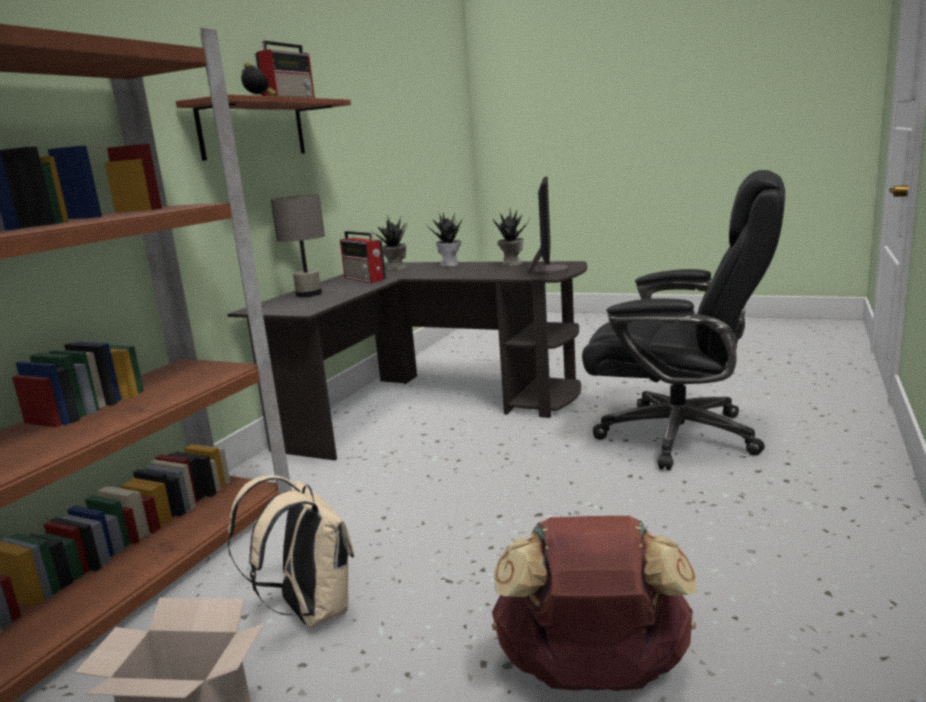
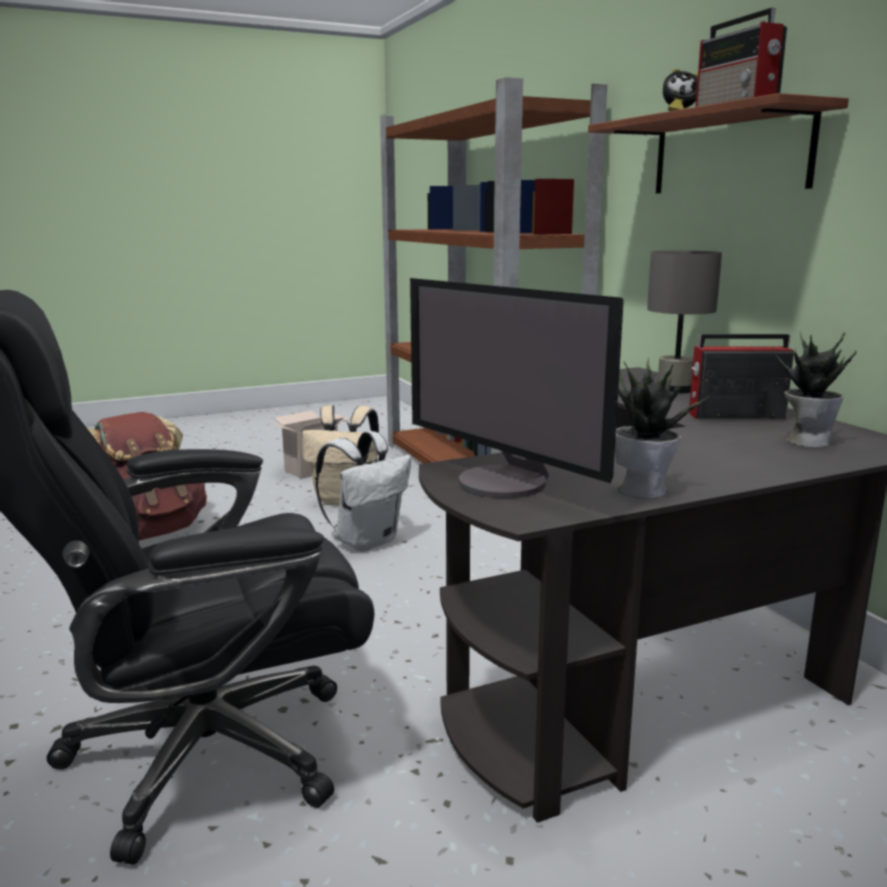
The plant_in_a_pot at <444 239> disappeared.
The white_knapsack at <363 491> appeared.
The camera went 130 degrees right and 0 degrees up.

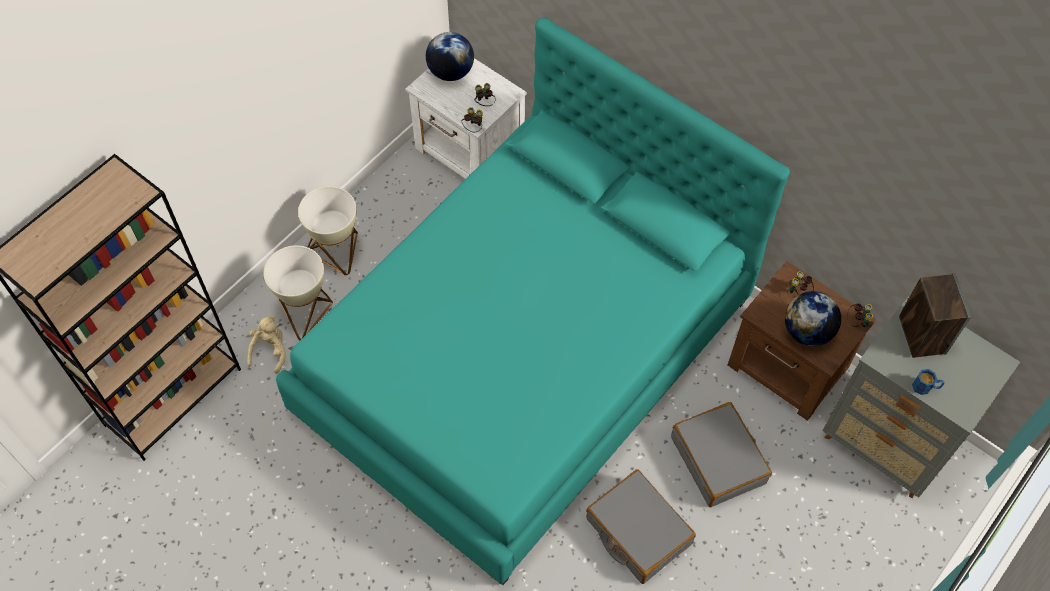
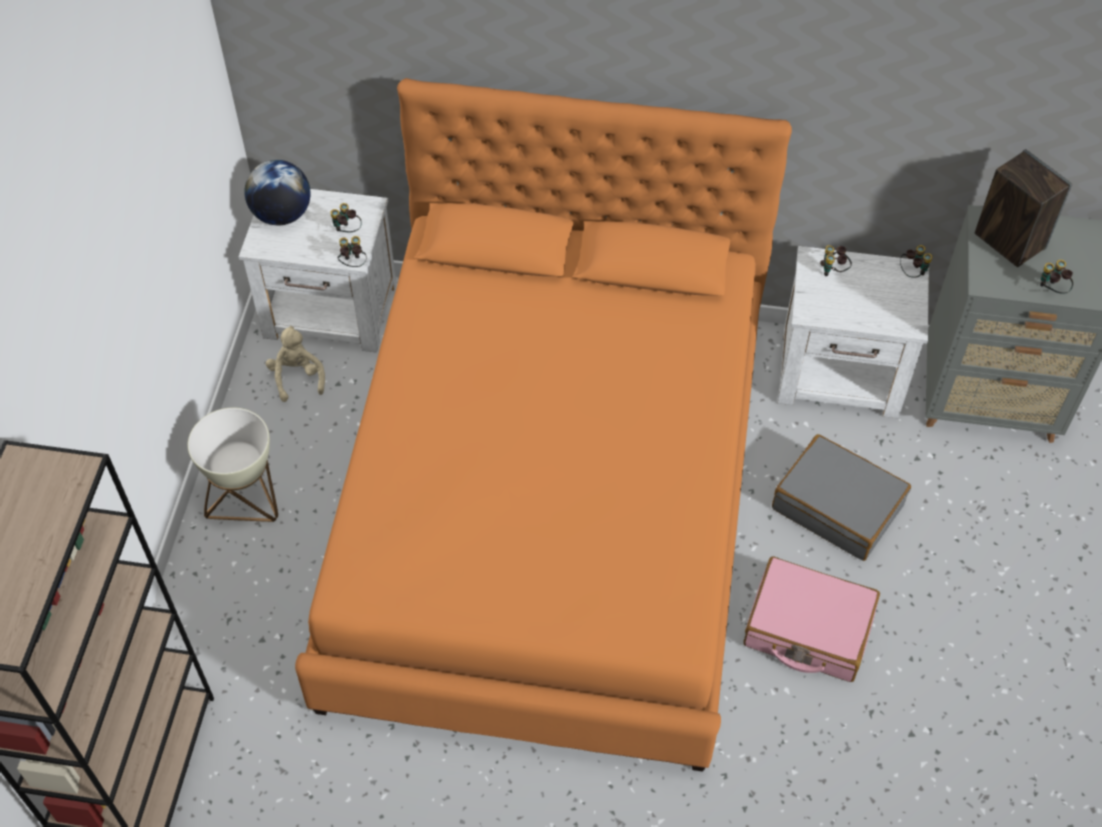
The blue-green_bed at <533 301> became the orange_bed at <543 425>.
The planter at <298 292> disappeared.
The brown_nightstand at <802 341> became the white_nightstand at <853 332>.
The world_globe at <813 318> disappeared.
The sand-coloured_plush_toy moved from <266 345> to <295 364>.
The blue_coffee_mug at <928 382> was replaced by the field_glasses at <1056 277>.
The gray_suitcase at <641 526> became the pinkish_suitcase at <811 619>.
The camera went 30 degrees left and 5 degrees down.

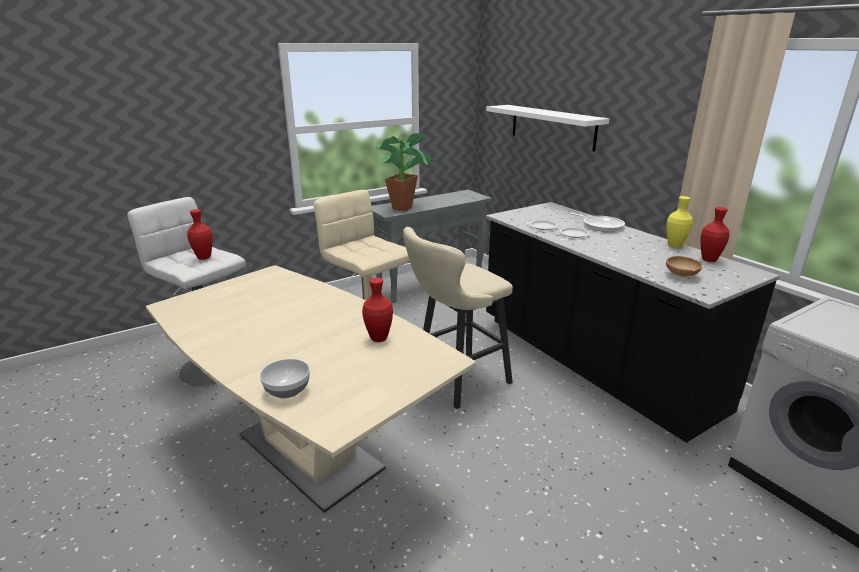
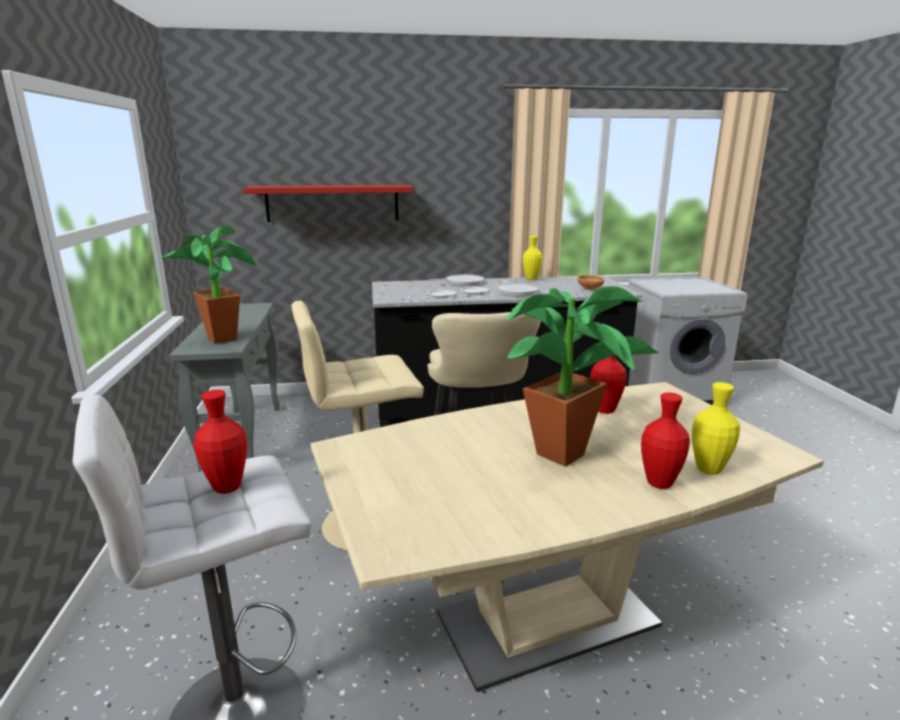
The white_bracket_shelf at <547 128> became the red_bracket_shelf at <328 203>.
The red_vase moved from <715 234> to <665 440>.
The serving_bowl at <285 379> was replaced by the yellow-coloured_vase at <716 428>.
The frying_pan at <518 287> appeared.
The plant_in_a_pot at <582 376> appeared.
The camera went 65 degrees left and 5 degrees down.

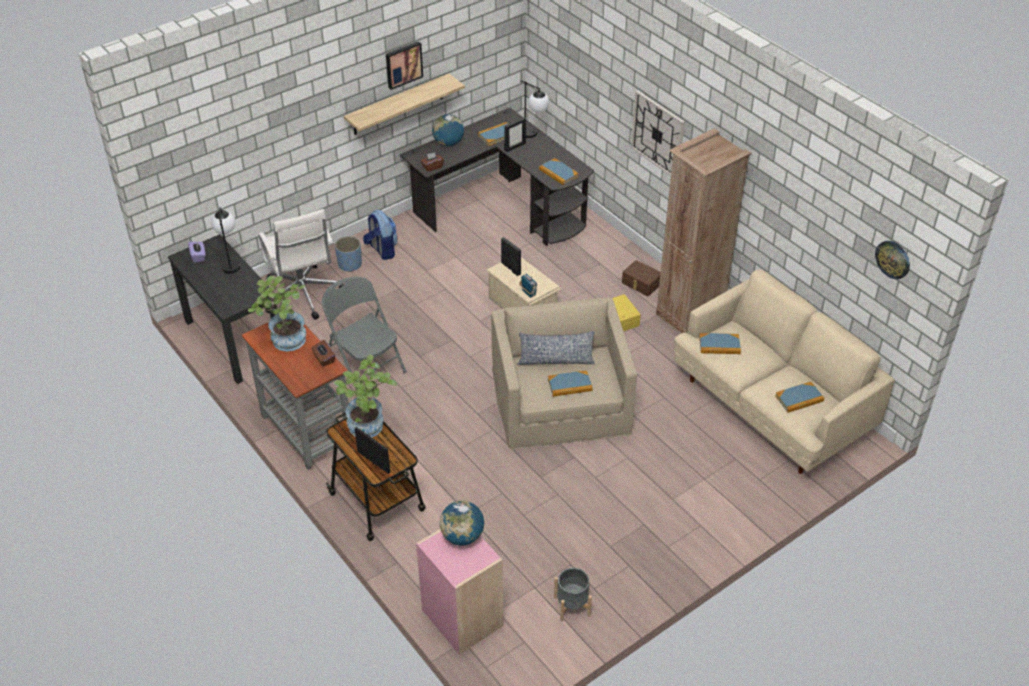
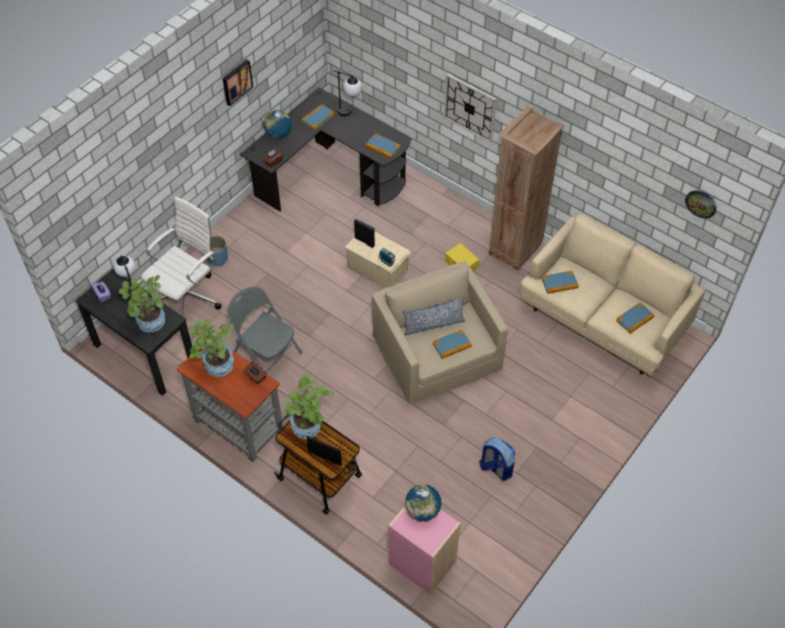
The bracket_shelf at <404 104> disappeared.
The standing_frame at <515 134> disappeared.
The white_desk_chair at <302 264> turned 105 degrees counterclockwise.
The knapsack moved from <380 235> to <497 459>.
The brown_storage_container at <641 278> disappeared.
The gray_planter at <573 595> disappeared.
The plant_in_a_pot at <142 303> appeared.
The camera went 15 degrees left and 10 degrees up.

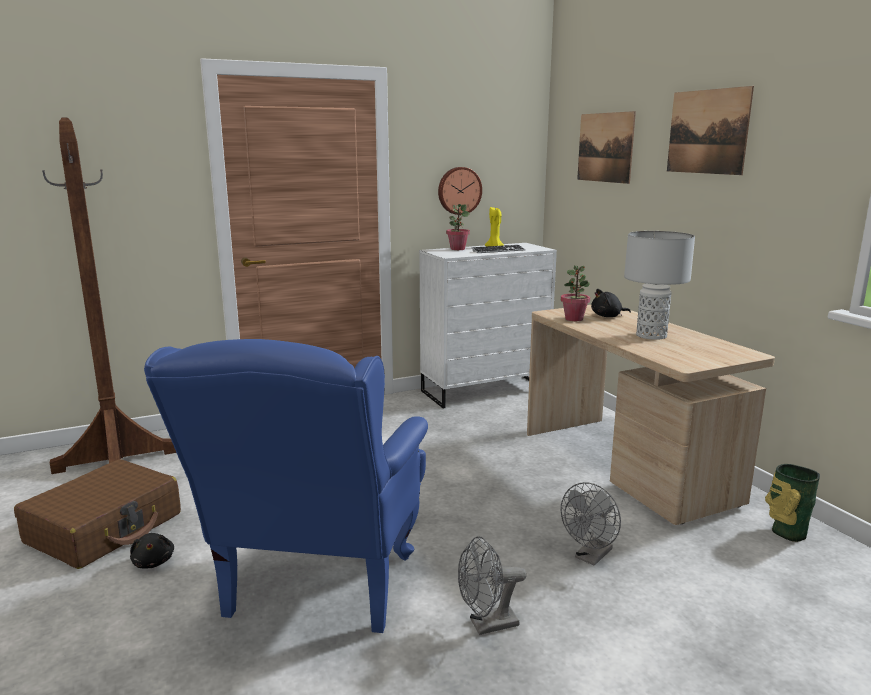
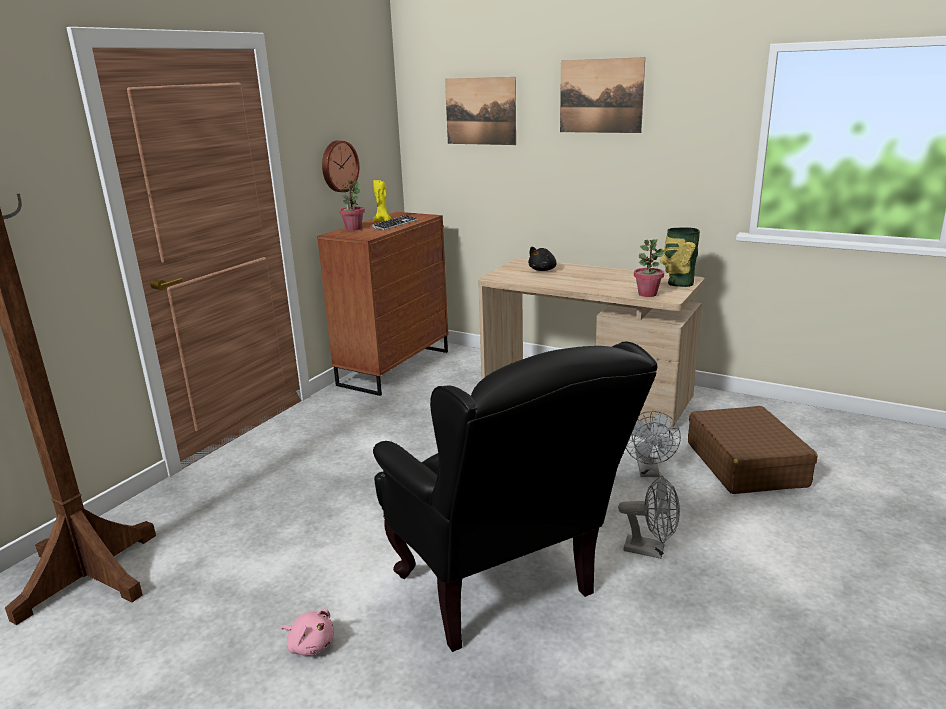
The white_table_lamp at <659 285> disappeared.
The white_dresser at <488 326> became the brown_dresser at <382 304>.
The plant_in_a_pot moved from <575 293> to <649 268>.
The blue_lounge_chair at <286 486> became the blackish_lounge_chair at <515 496>.
The brown_suitcase moved from <97 514> to <752 450>.
The vase moved from <792 503> to <680 257>.
The blackish_plush_toy at <152 550> became the pinkish_plush_toy at <308 632>.
The gray_cooling_fan at <492 585> turned 105 degrees counterclockwise.
The camera went 35 degrees left and 5 degrees up.

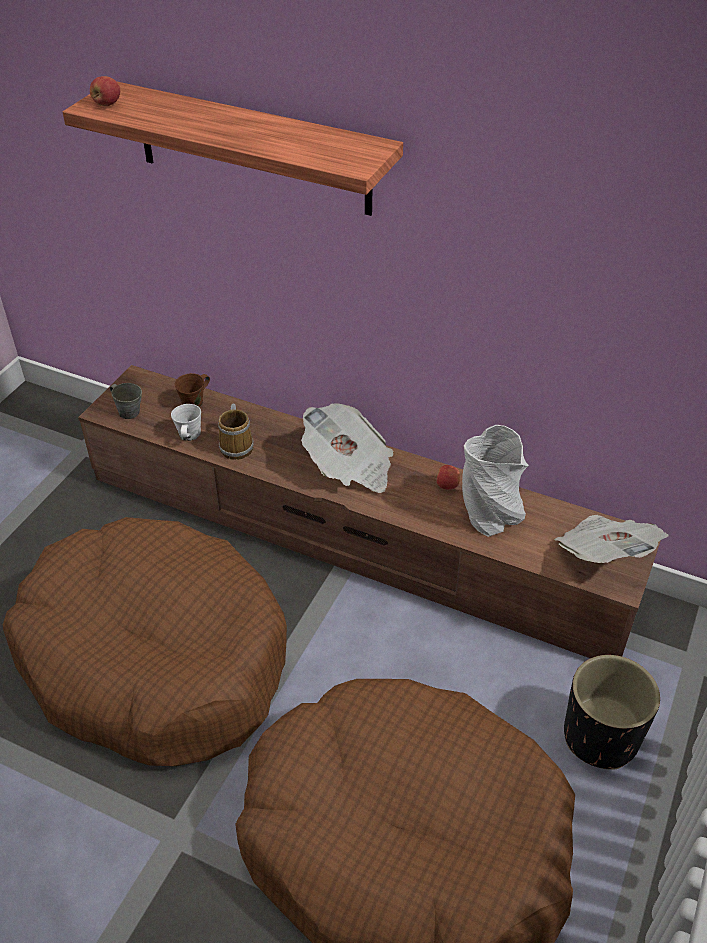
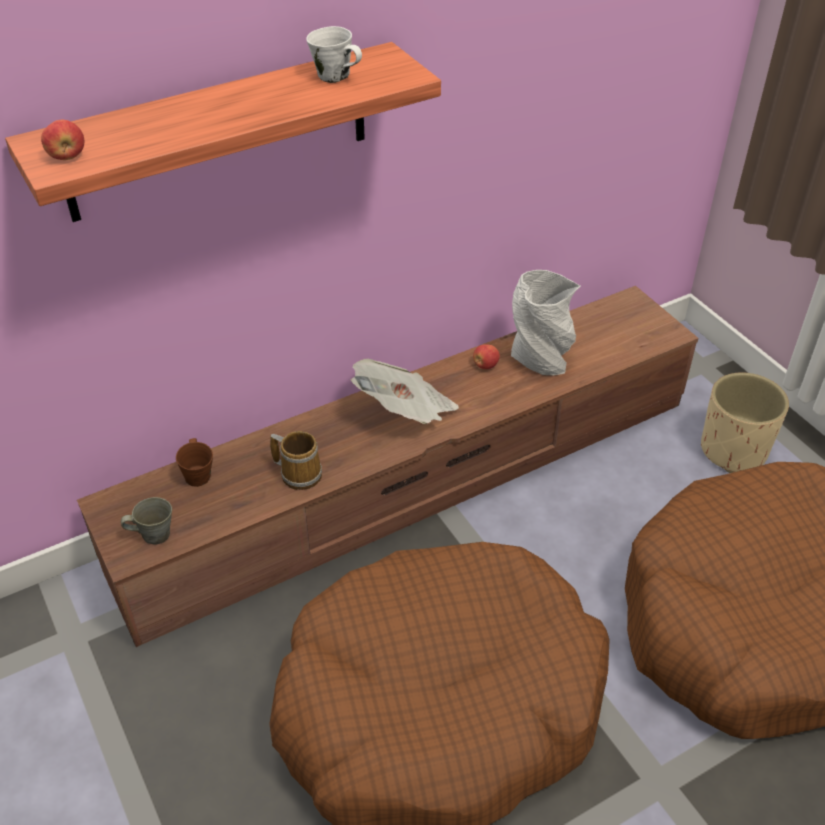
The white_coffee_mug moved from <186 422> to <334 54>.
The printed_paper at <611 539> disappeared.
The blackish_planter at <612 712> became the sand-coloured_planter at <745 422>.
The camera went 55 degrees left and 0 degrees up.

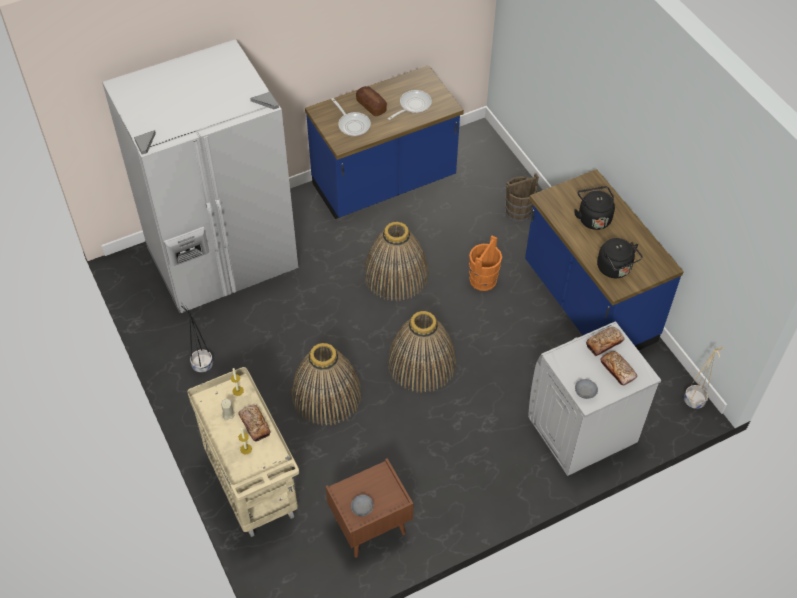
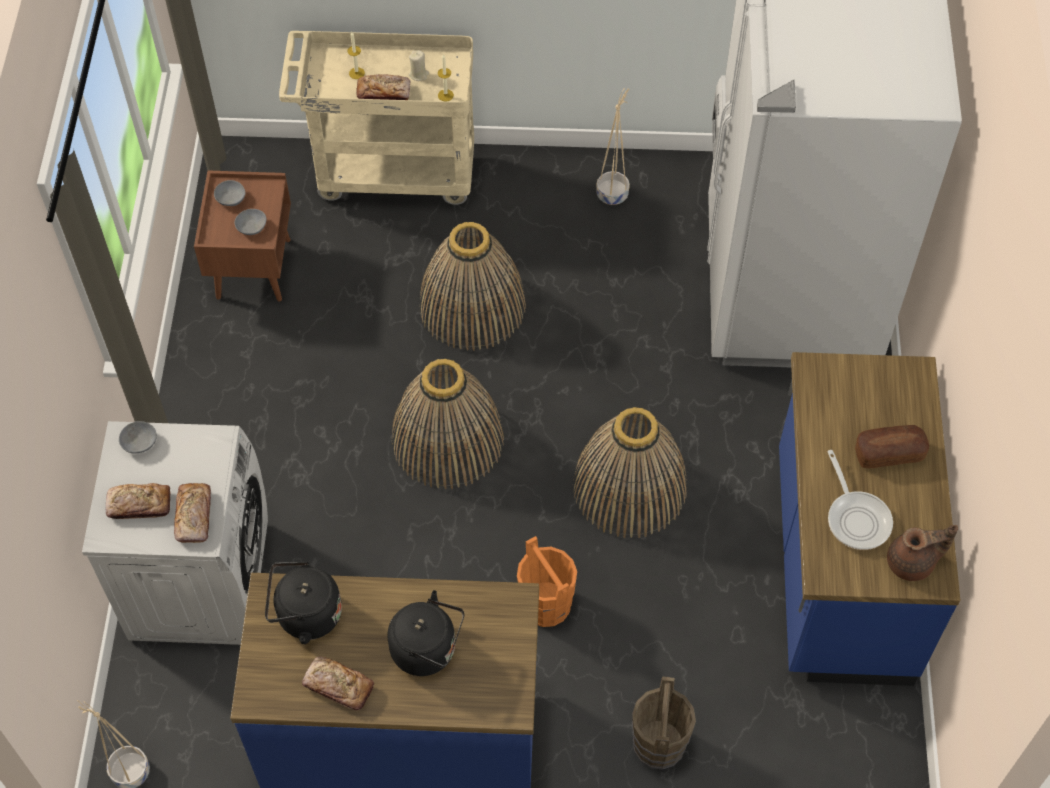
The frying_pan at <351 117> disappeared.
The blackish_planter at <197 337> became the sand-coloured_planter at <613 146>.
The gray_serving_bowl at <251 222> appeared.
The brown_tea_pot at <922 553> appeared.
The baked_bread at <338 683> appeared.
The camera went 120 degrees right and 5 degrees up.

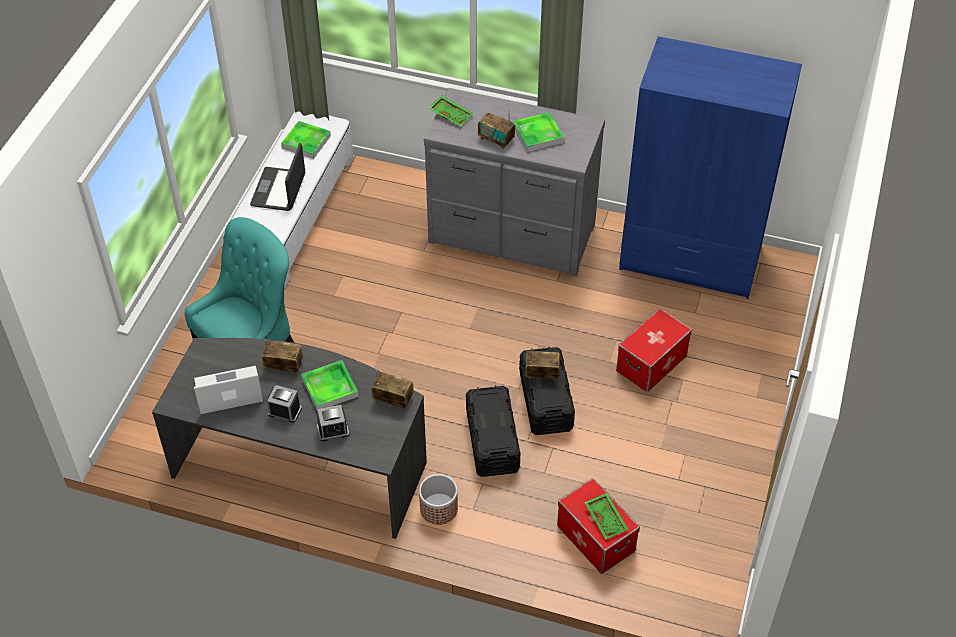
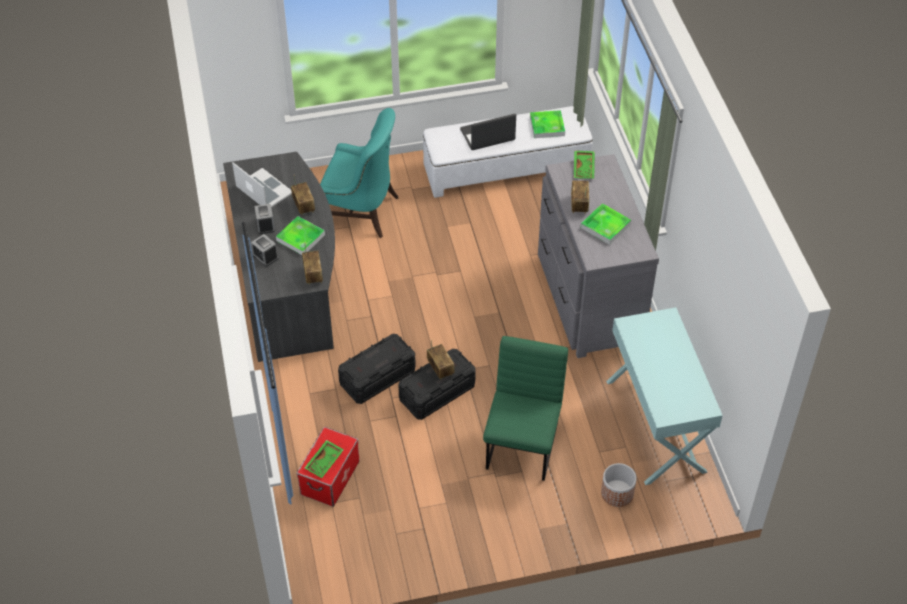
The blue_clothes_cupboard at <710 167> was replaced by the blue-green_desk at <664 396>.
The storage_container at <654 350> was replaced by the green-coloured_upright_chair at <525 408>.
The planter moved from <438 499> to <619 485>.
The camera went 60 degrees right and 0 degrees up.

